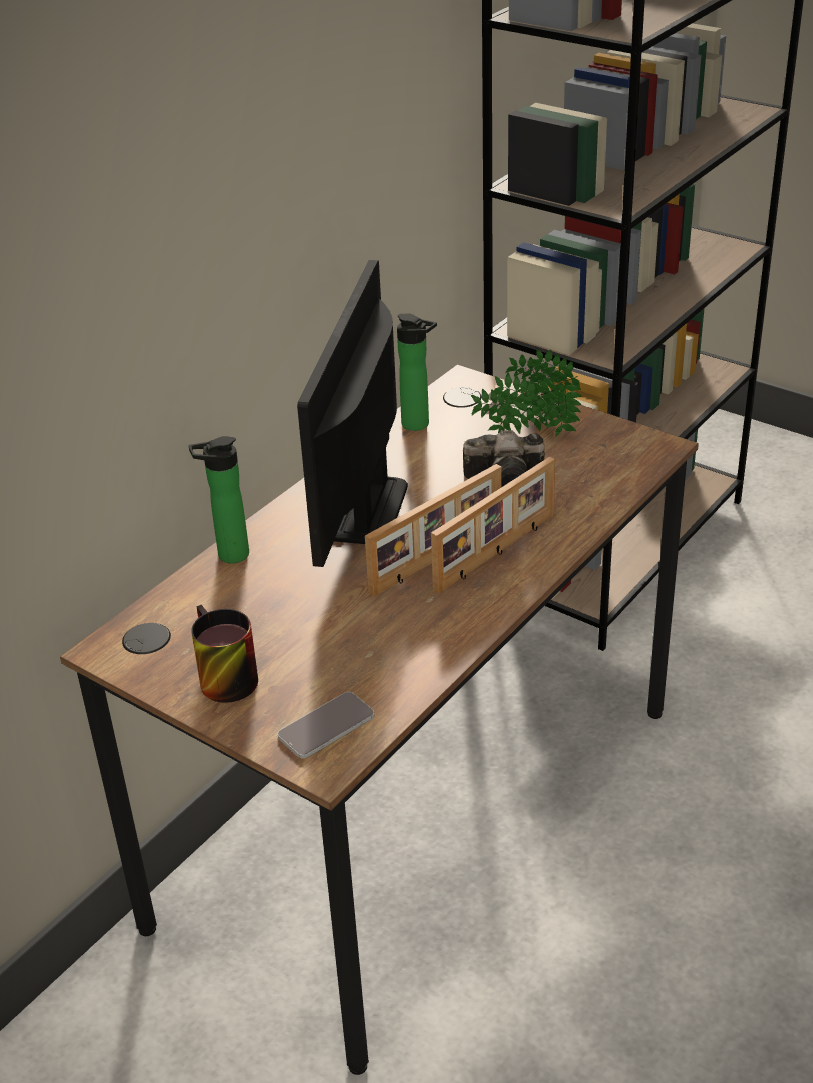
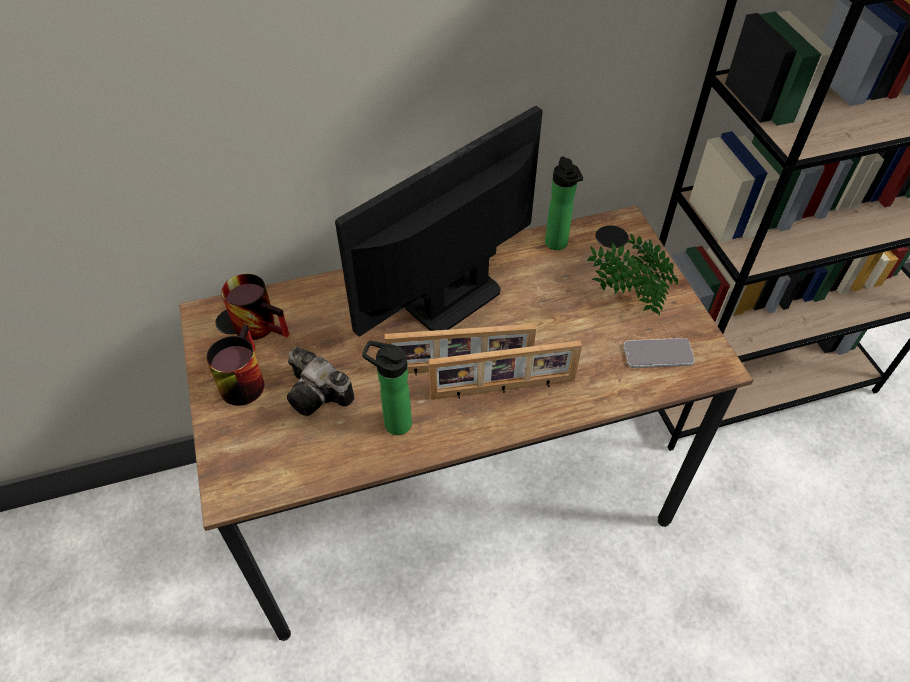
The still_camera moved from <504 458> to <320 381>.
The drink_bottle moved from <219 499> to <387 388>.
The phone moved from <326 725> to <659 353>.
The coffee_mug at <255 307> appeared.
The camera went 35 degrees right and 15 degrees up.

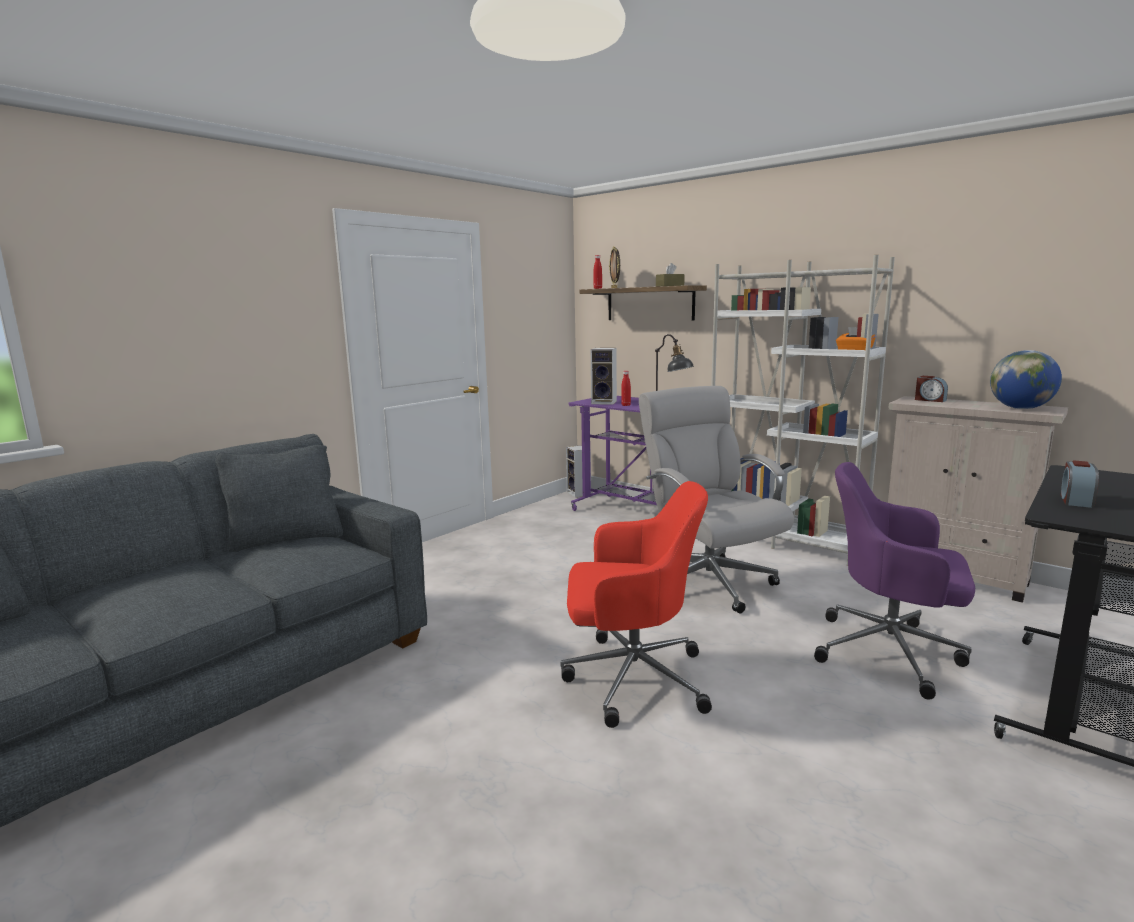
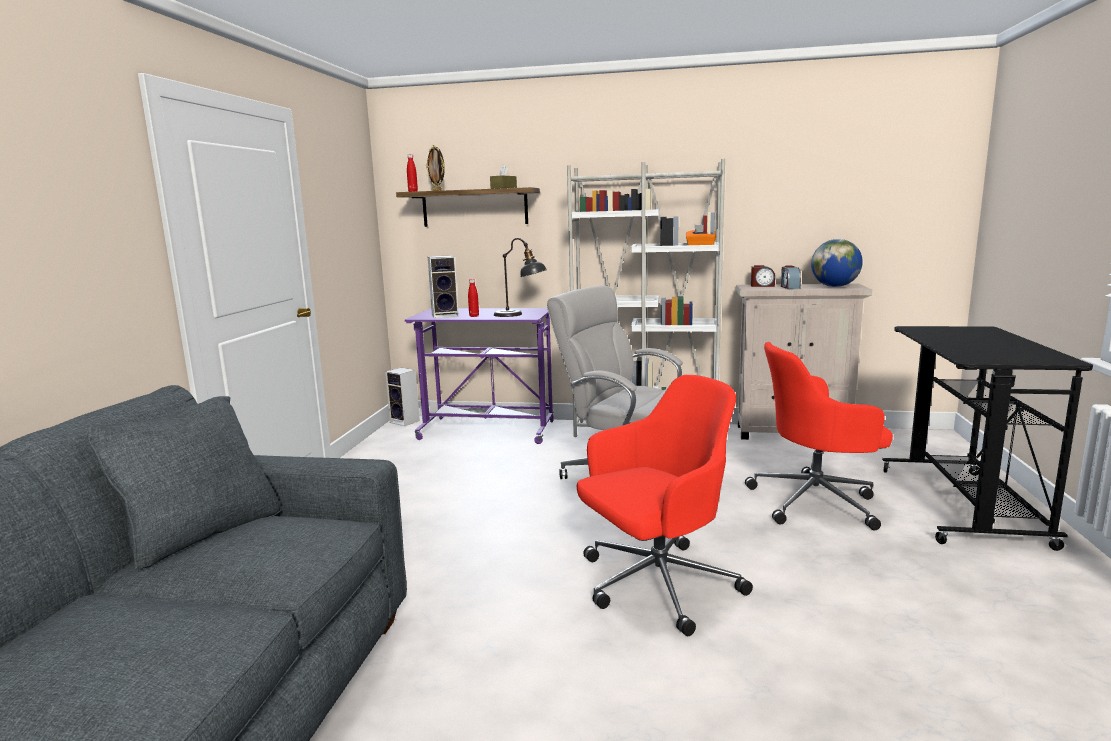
The bedside_clock moved from <1080 484> to <791 277>.
The purplish_desk_chair at <894 581> became the red_desk_chair at <819 436>.
The camera went 30 degrees left and 0 degrees up.

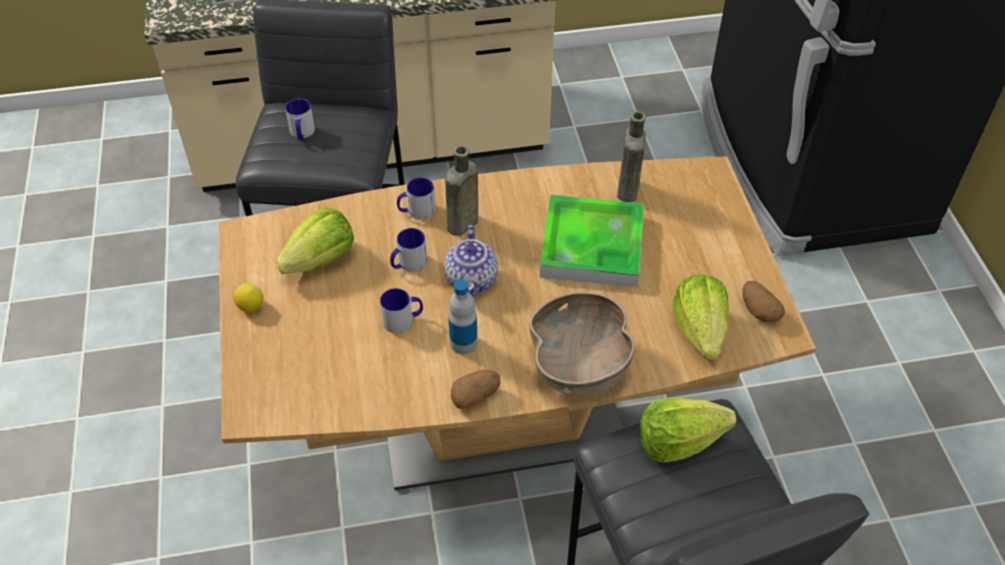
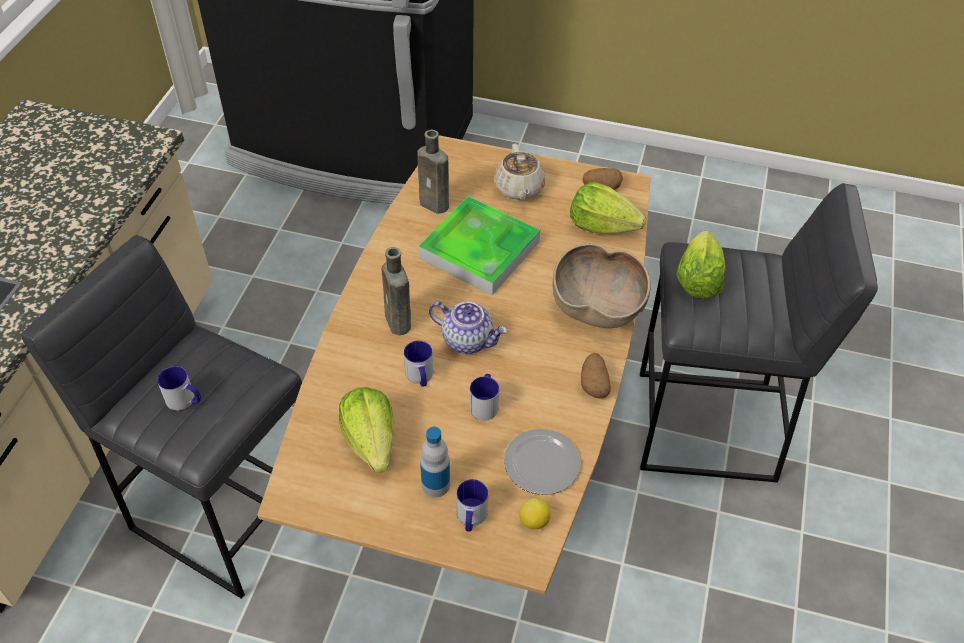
The coffee_mug moved from <416 198> to <472 505>.
The drink_bottle moved from <463 316> to <435 462>.
The lemon moved from <248 297> to <535 514>.
The sand-coloured_tea_pot at <519 172> appeared.
The plate at <542 462> appeared.
The camera went 65 degrees left and 0 degrees up.

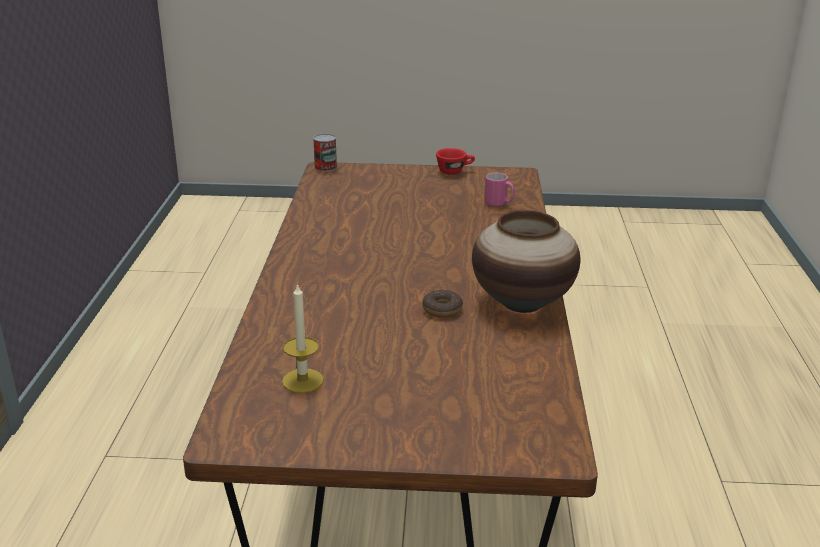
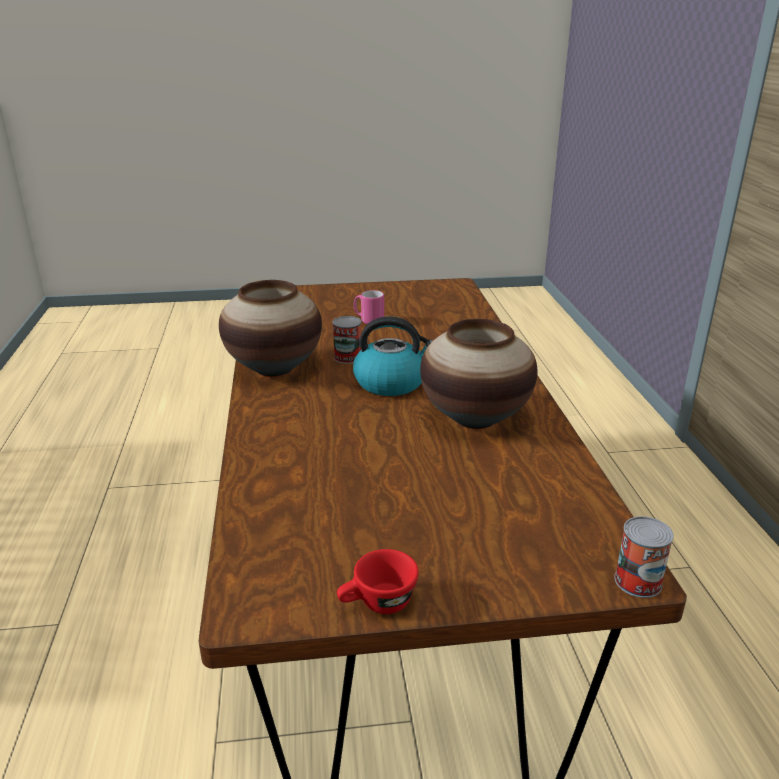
The pinkish_coffee_mug moved from <499 190> to <369 307>.
The wax_candle at <303 338> disappeared.
The donut at <442 304> was replaced by the can at <346 340>.
The water_kettle at <393 356> appeared.
The vase at <478 374> appeared.
The camera went 170 degrees right and 0 degrees up.

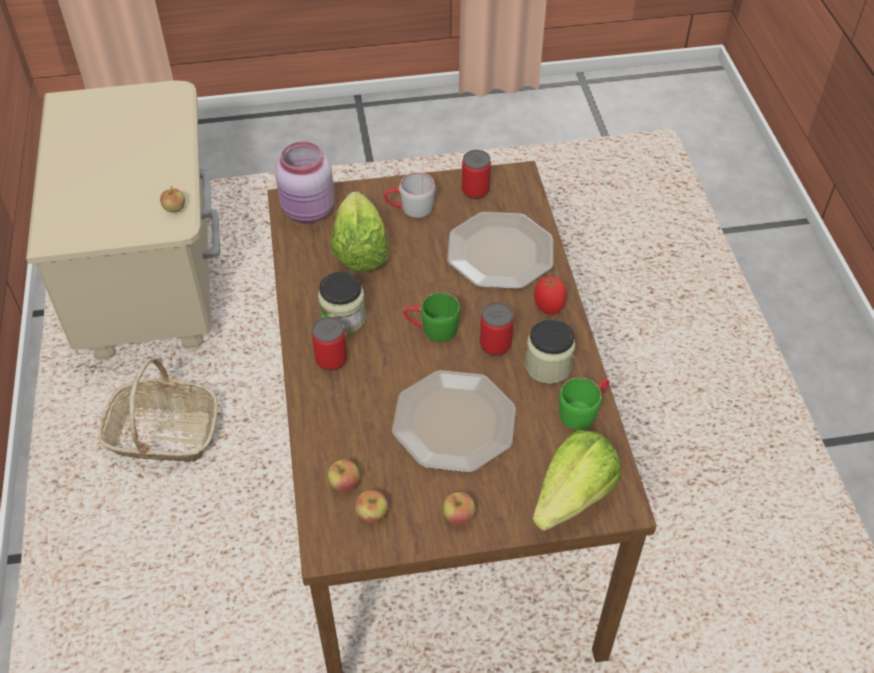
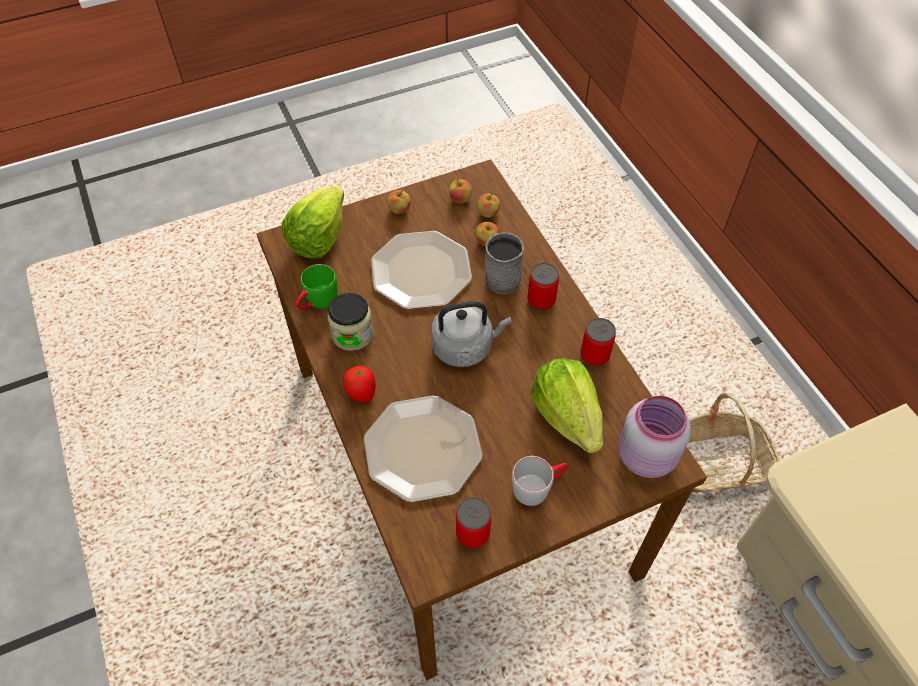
The apple_fruit moved from <172 199> to <487 234>.
The storage_jar at <342 303> disappeared.
The green-coloured_coffee_mug at <431 317> was replaced by the gray_water_kettle at <471 334>.
The can moved from <497 329> to <598 342>.
The gray_coffee_mug at <504 263> appeared.
The camera went 165 degrees right and 5 degrees up.

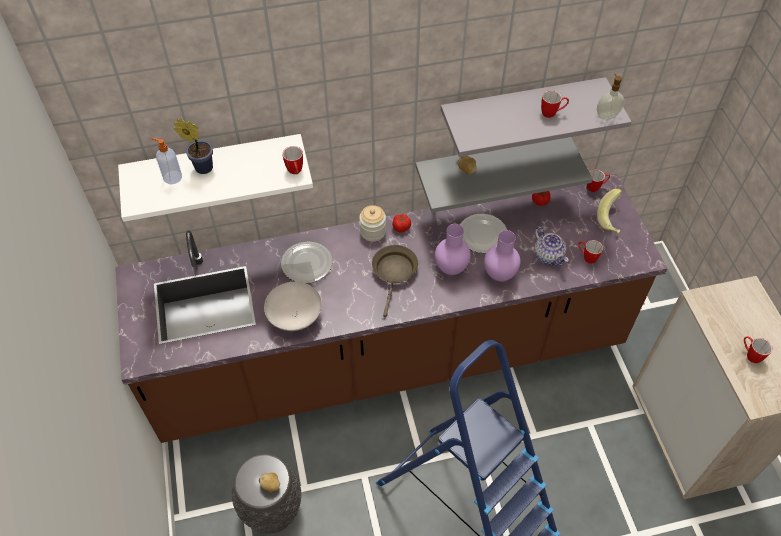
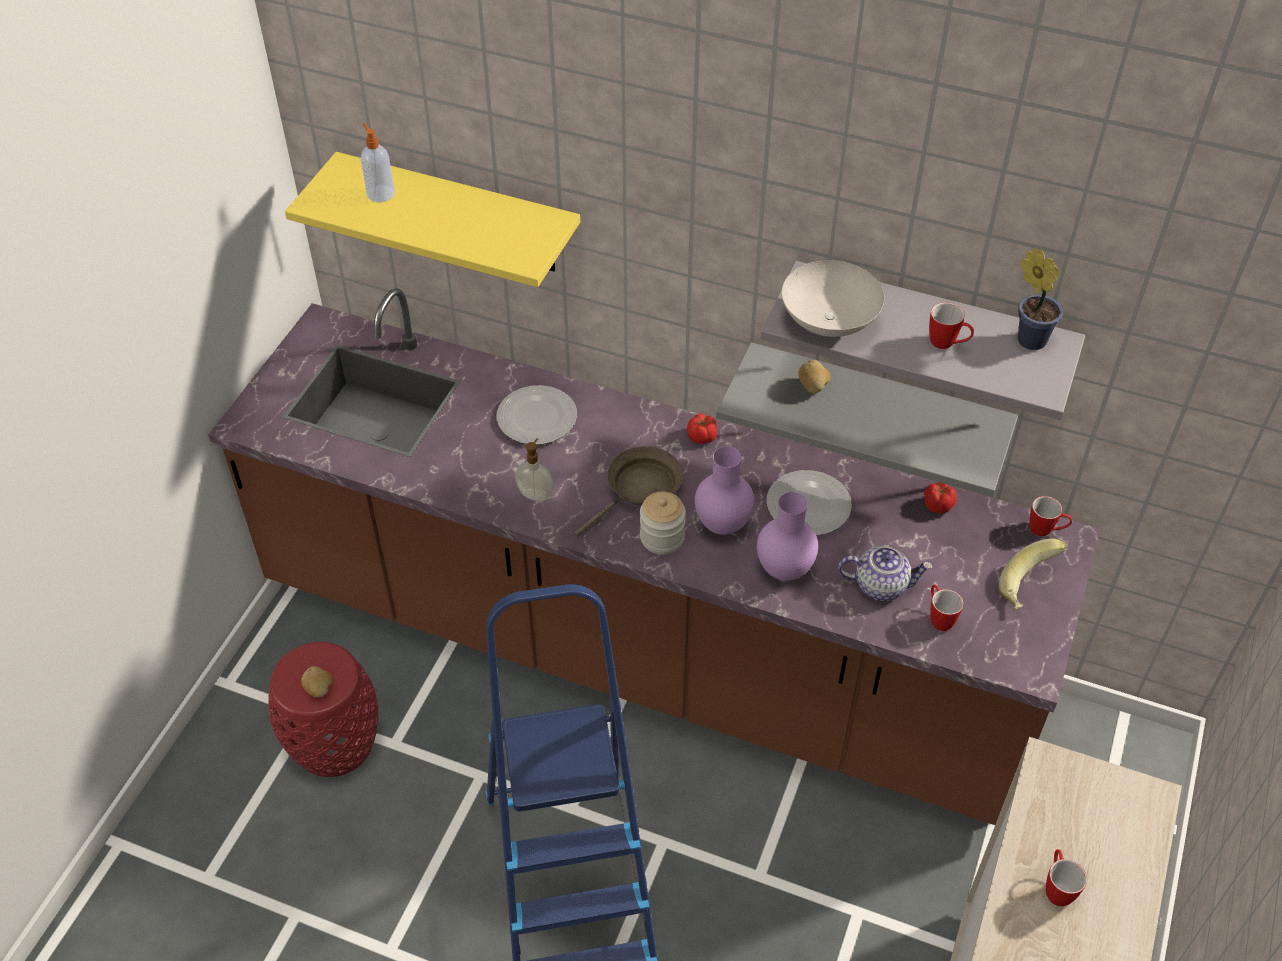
The soap_bottle moved from <611 96> to <534 470>.
The plant_in_a_pot moved from <193 146> to <1040 299>.
The white_bracket_shelf at <215 178> became the yellow-coloured_bracket_shelf at <432 219>.
The coffee_mug at <292 160> disappeared.
The storage_jar moved from <372 223> to <663 523>.
The tea_pot at <551 246> turned 90 degrees counterclockwise.
The white_serving_bowl moved from <293 306> to <833 298>.
The gray_sitting_stool at <266 493> became the red_sitting_stool at <323 709>.
The camera went 35 degrees right and 5 degrees down.

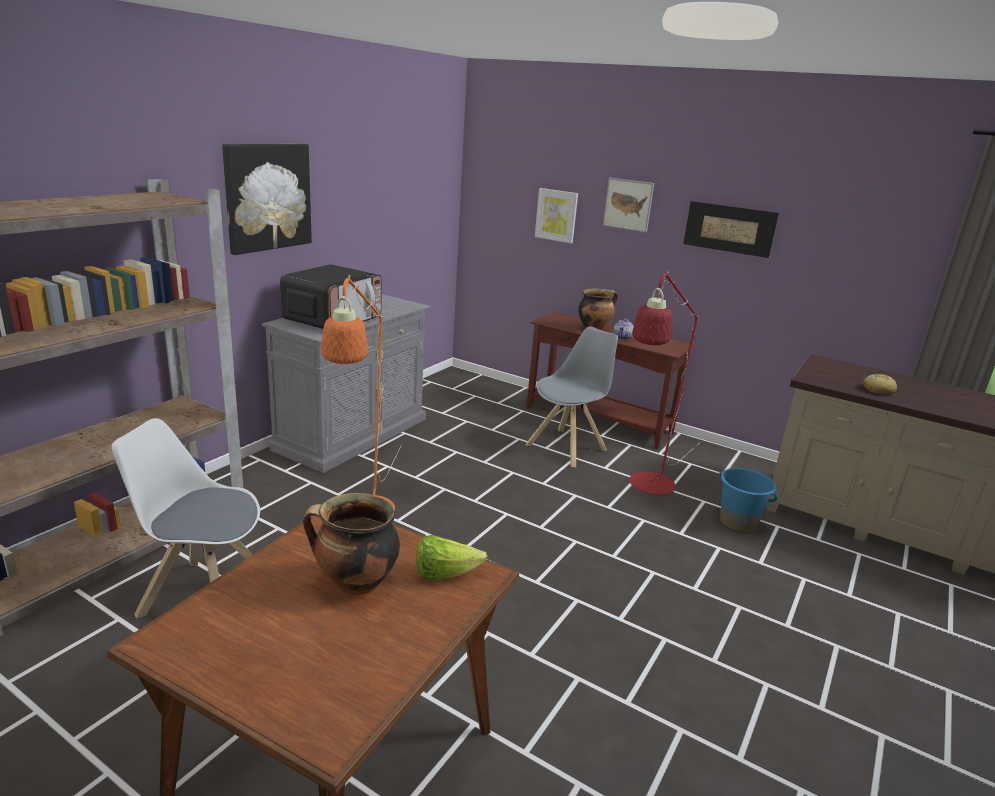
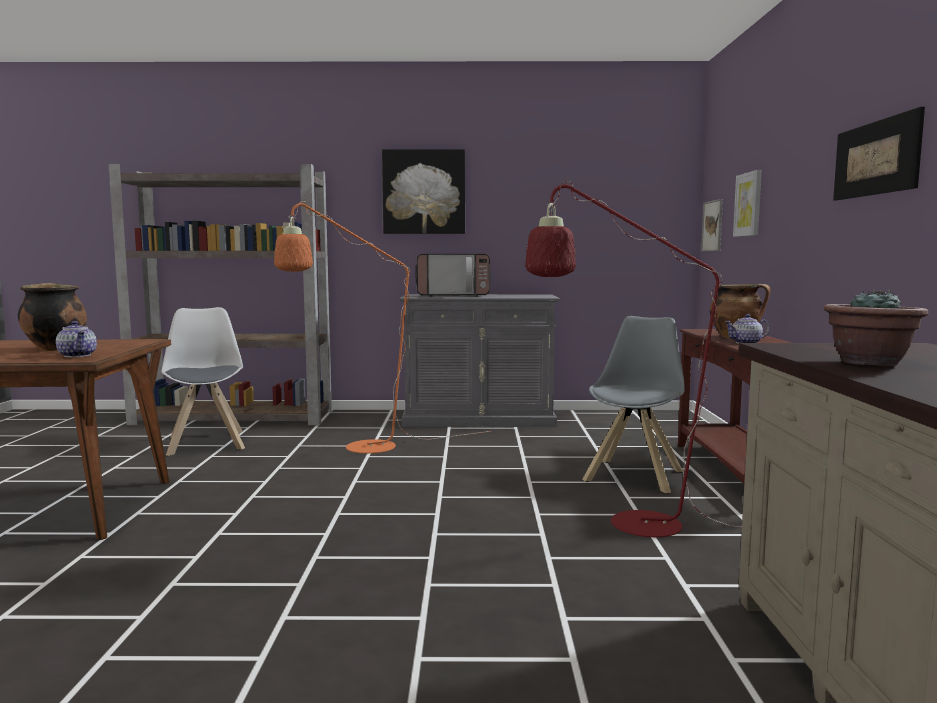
The picture moved from <628 205> to <712 225>.
The gray_upright_chair at <572 397> turned 75 degrees counterclockwise.
The baked_bread at <880 384> was replaced by the plant_in_a_pot at <876 327>.
The blue_pail at <748 500> disappeared.
The head_of_lettuce at <452 558> was replaced by the tea_pot at <76 339>.
The camera went 60 degrees right and 15 degrees down.

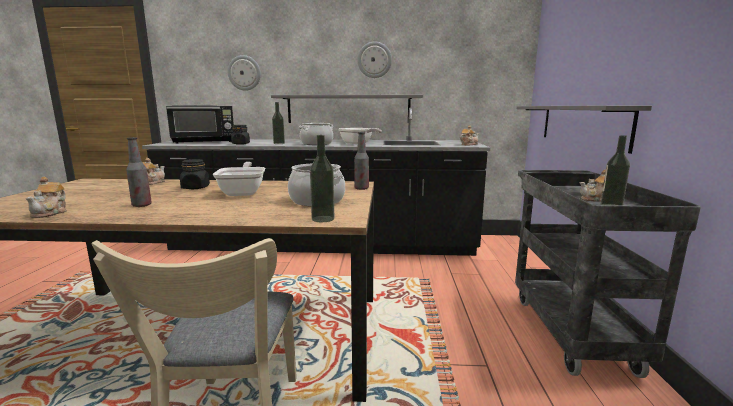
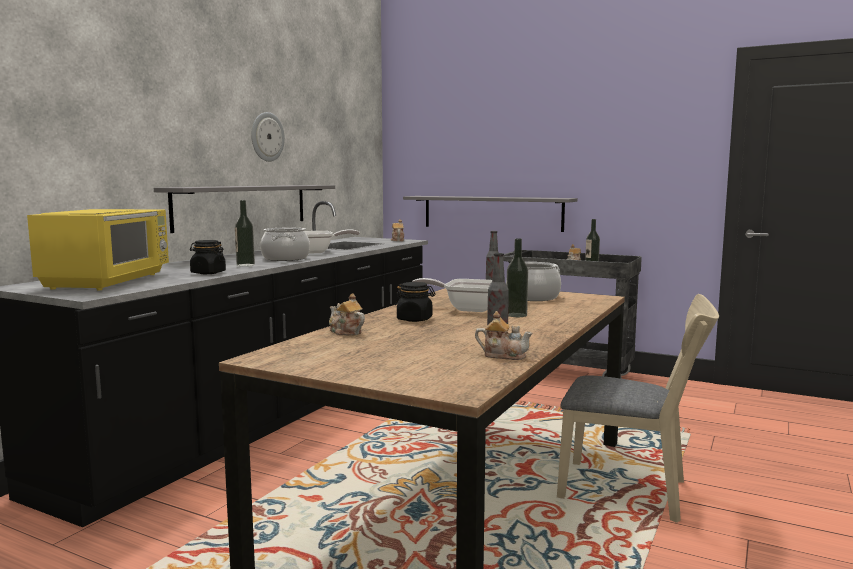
The wall_clock at <244 73> disappeared.
The blackish_microwave at <200 124> became the yellow-coloured_microwave at <98 249>.
The drink_bottle moved from <322 178> to <517 277>.
The camera went 65 degrees left and 5 degrees down.

